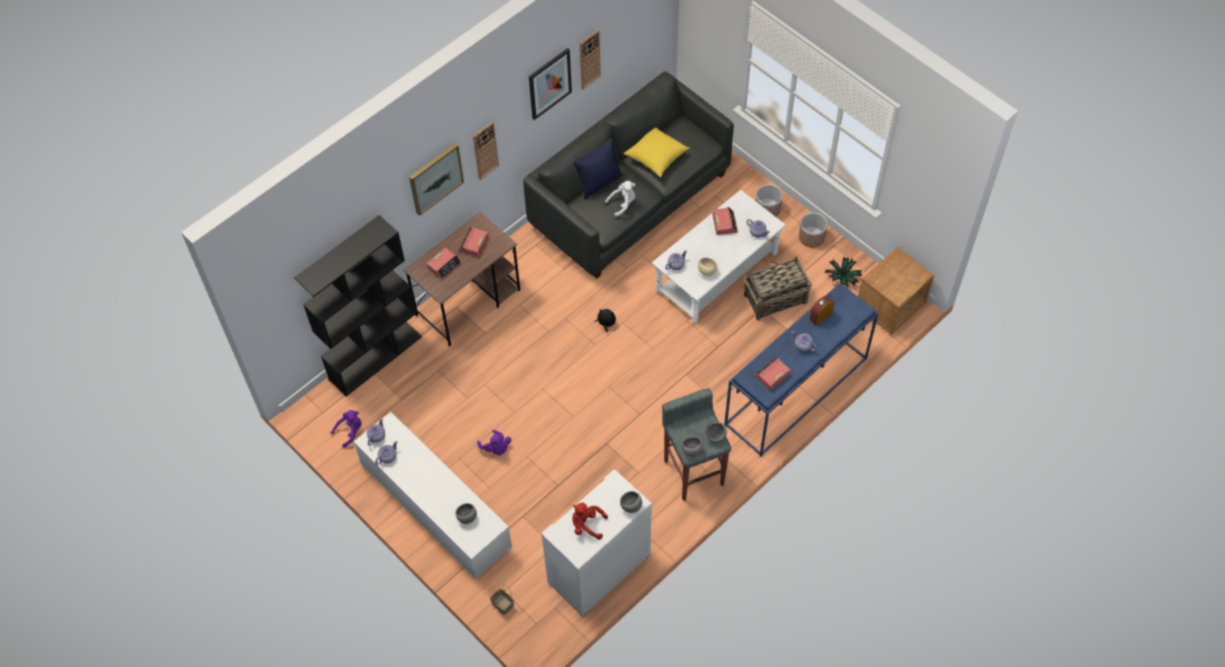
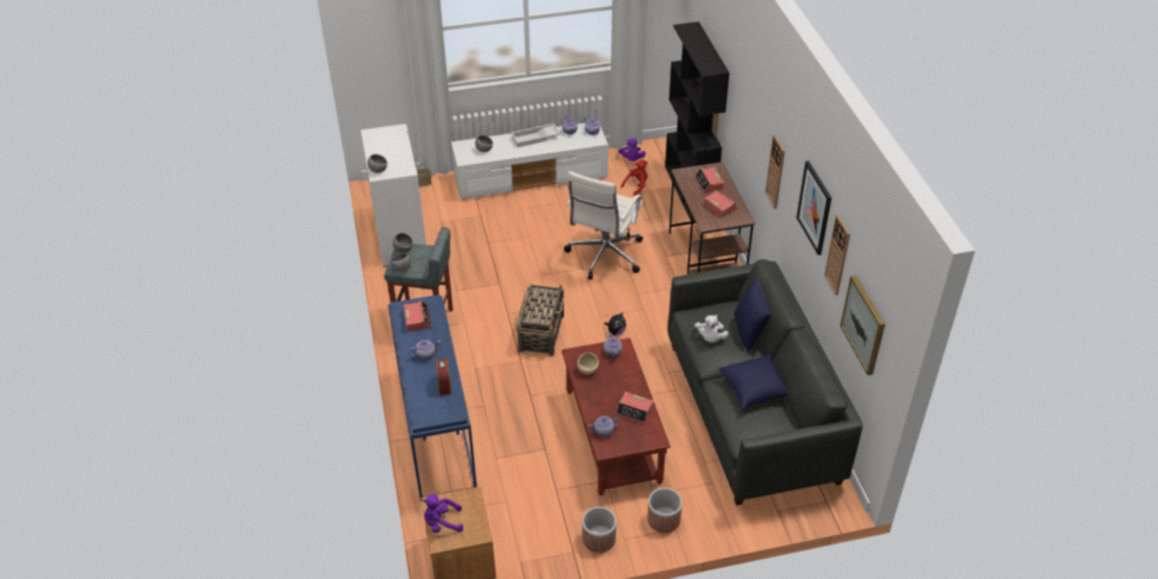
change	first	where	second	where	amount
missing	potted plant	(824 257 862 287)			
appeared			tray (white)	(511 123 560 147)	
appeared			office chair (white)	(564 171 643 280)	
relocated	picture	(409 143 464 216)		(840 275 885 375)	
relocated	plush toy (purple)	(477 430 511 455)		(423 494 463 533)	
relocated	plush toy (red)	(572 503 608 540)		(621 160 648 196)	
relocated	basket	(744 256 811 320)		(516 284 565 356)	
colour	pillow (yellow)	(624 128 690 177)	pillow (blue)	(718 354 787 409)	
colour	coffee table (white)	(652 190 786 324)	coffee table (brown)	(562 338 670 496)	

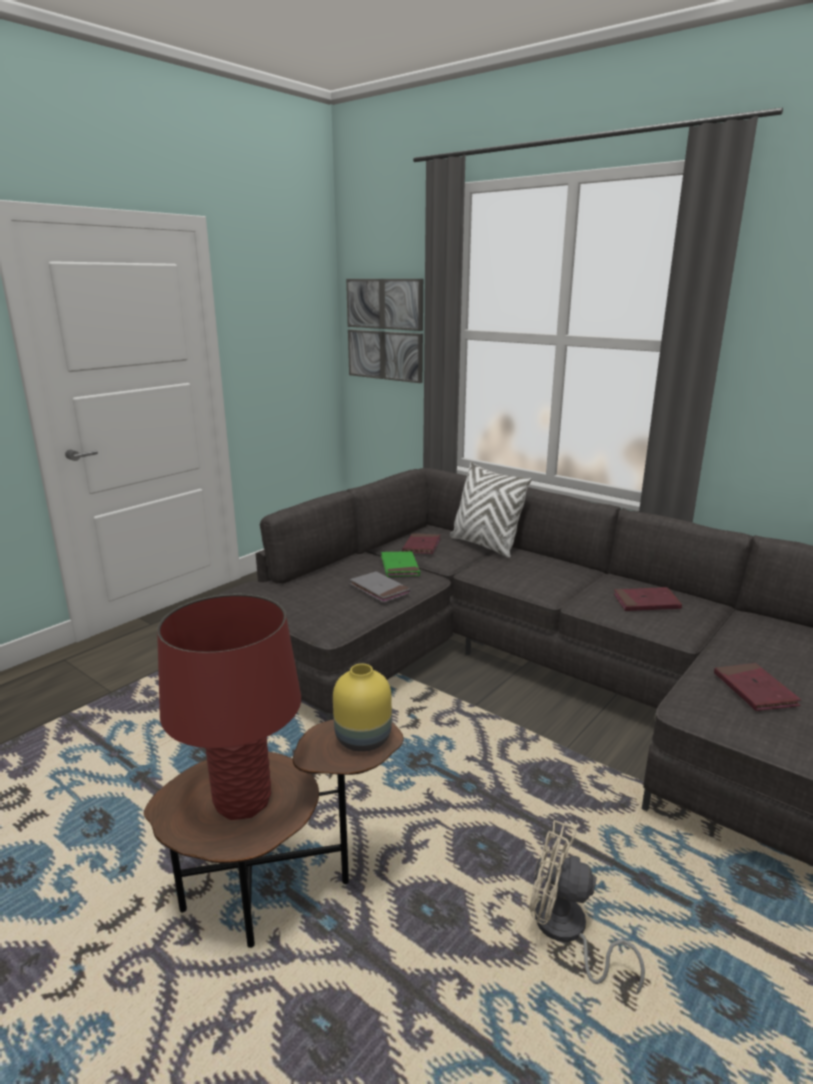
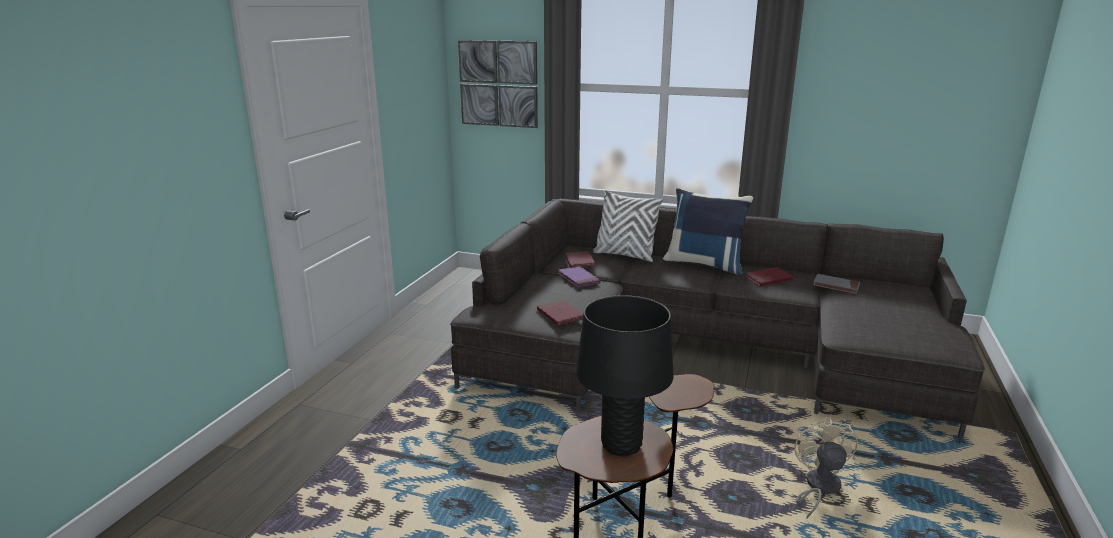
change	first	where	second	where	amount
missing	vase (yellow)	(333 664 392 752)			
appeared			pillow (blue)	(662 188 753 275)	
relocated	book (grey)	(350 571 411 603)		(813 274 860 294)	
relocated	book (red)	(714 663 801 711)		(537 300 583 326)	
colour	table lamp (red)	(157 594 301 820)	table lamp (black)	(576 295 673 457)	
colour	book (green)	(381 551 420 577)	book (purple)	(558 266 601 288)	
spun	fan (beige)	(529 820 645 994)		(795 417 858 519)	90 degrees clockwise

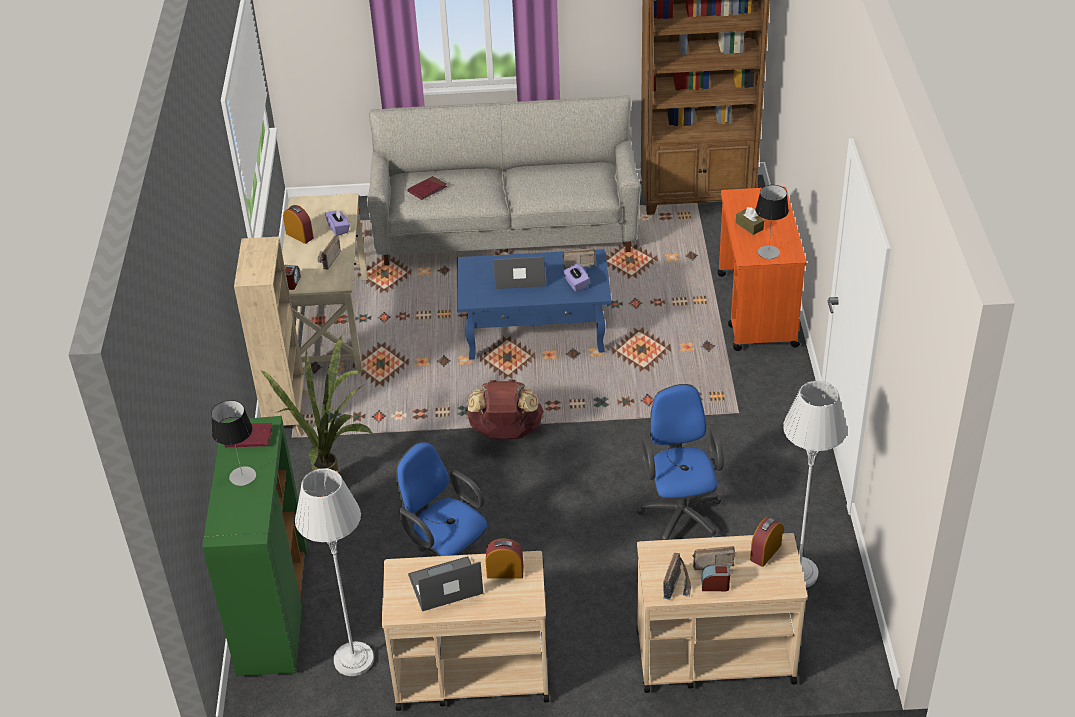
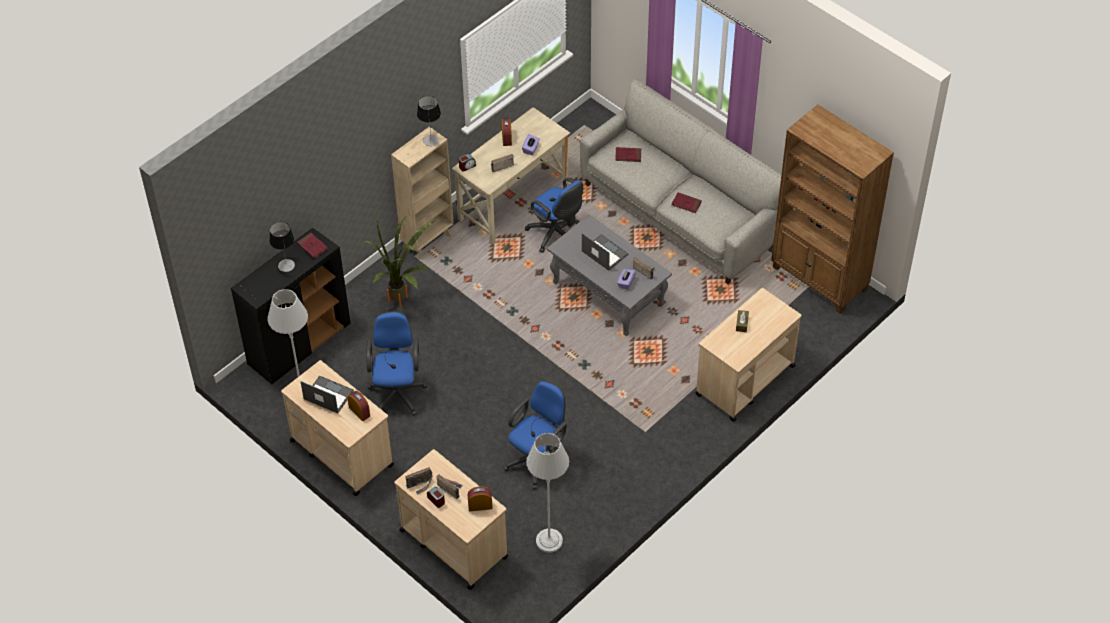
change	first	where	second	where	amount
missing	backpack (brown)	(467 379 544 439)			
appeared			office chair (blue)	(525 178 583 253)	
appeared			book (red)	(672 192 702 213)	
relocated	table lamp	(756 185 789 259)		(417 96 441 146)	
colour	cabinet (green)	(202 416 307 676)	cabinet (black)	(231 228 351 384)	
colour	coffee table (blue)	(457 249 611 360)	coffee table (grey)	(547 214 672 336)	
colour	cart (orange)	(718 187 806 351)	cart (beige)	(696 288 802 422)	

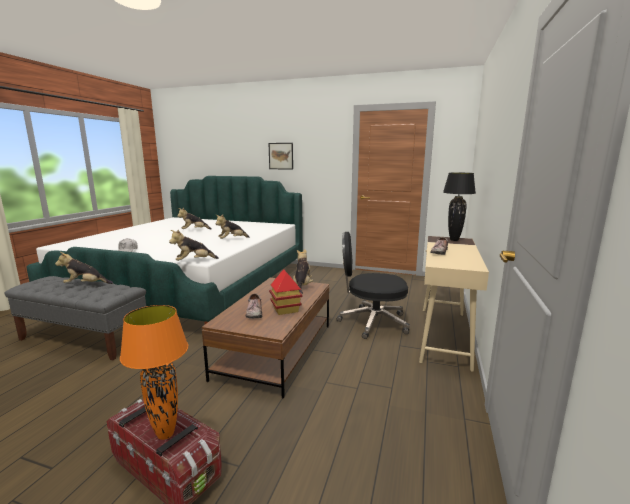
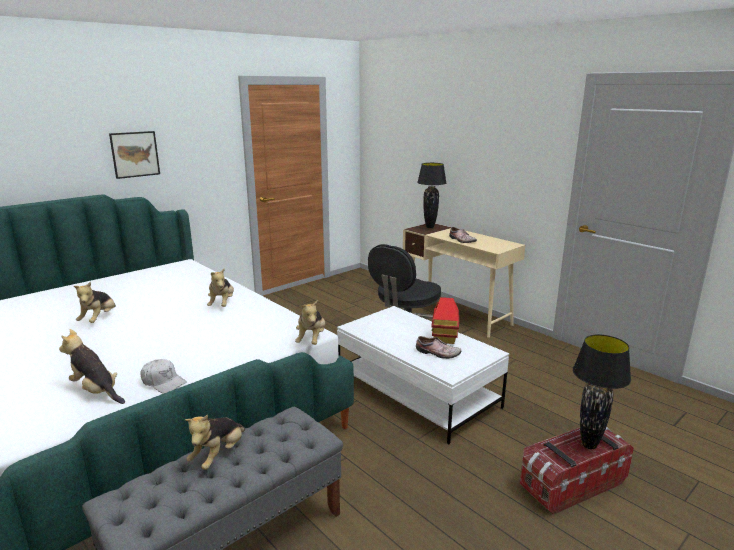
change	first	where	second	where	amount
relocated	plush toy	(293 249 313 294)		(59 329 125 404)	
colour	table lamp (orange)	(120 305 188 440)	table lamp (black)	(573 334 631 449)	
colour	coffee table (brown)	(202 278 329 398)	coffee table (white)	(337 306 509 444)	

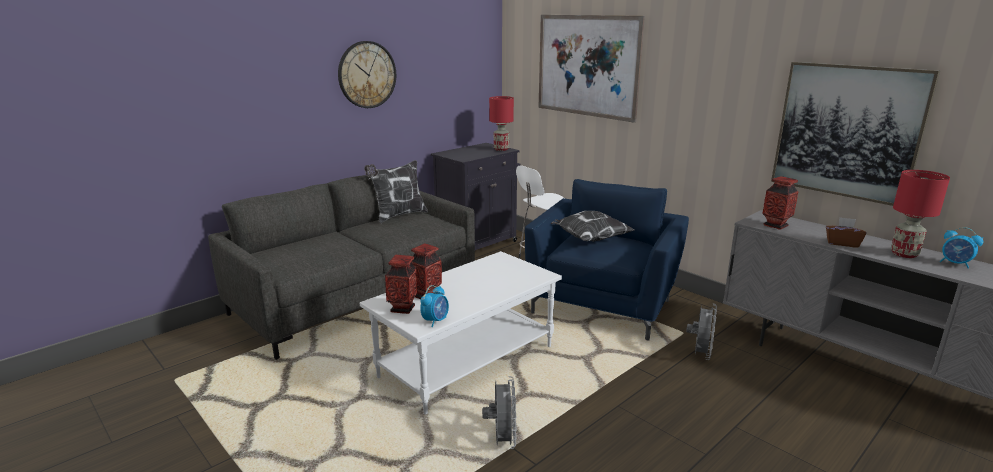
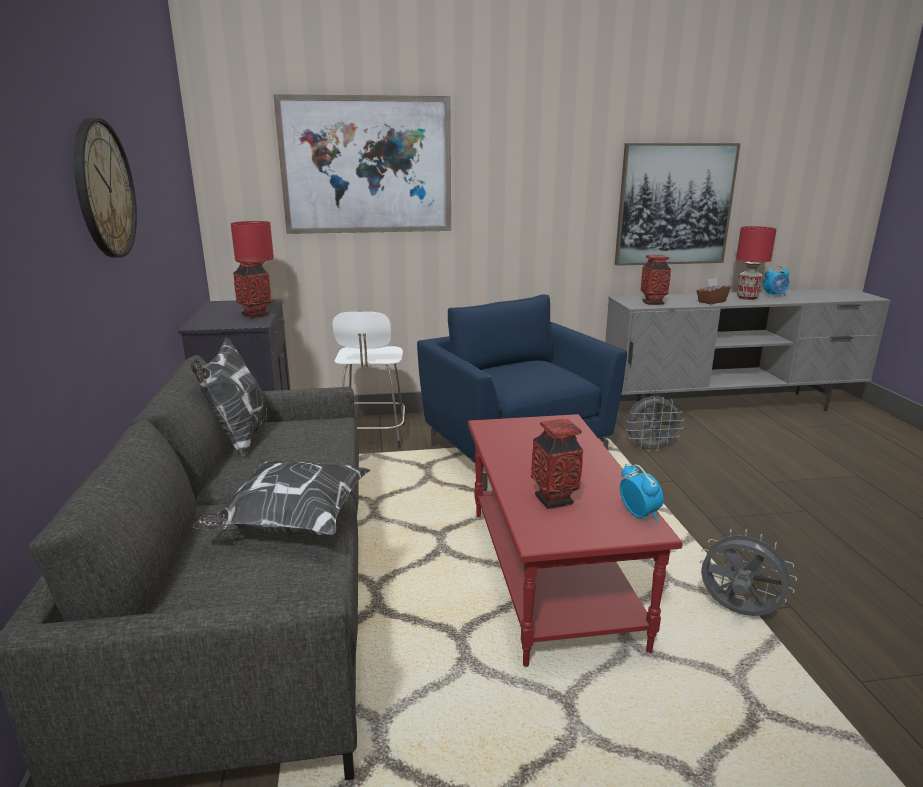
change	first	where	second	where	amount
relocated	vase	(385 255 417 314)		(233 257 271 318)	
relocated	pillow	(550 211 634 242)		(193 460 370 535)	
colour	coffee table (white)	(360 251 562 414)	coffee table (red)	(468 414 683 667)	
spun	fan (grey)	(686 304 717 360)		(626 396 685 451)	120 degrees clockwise

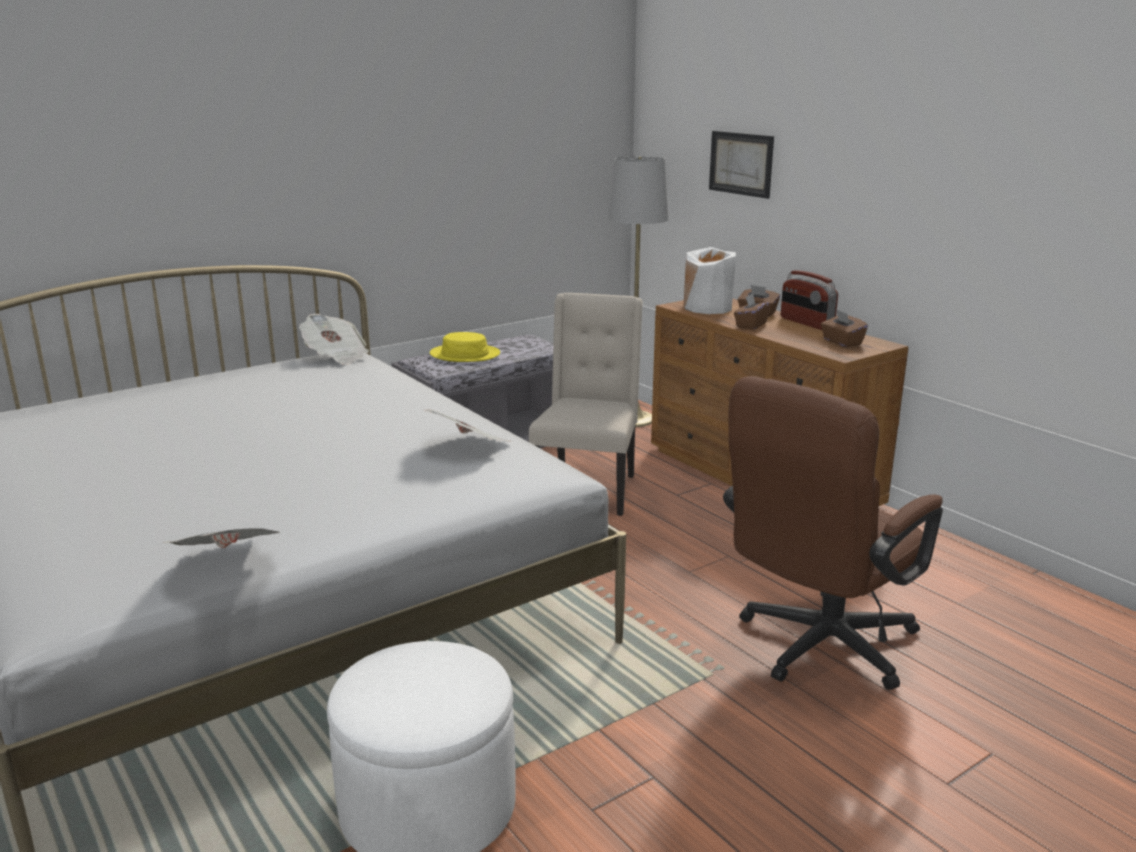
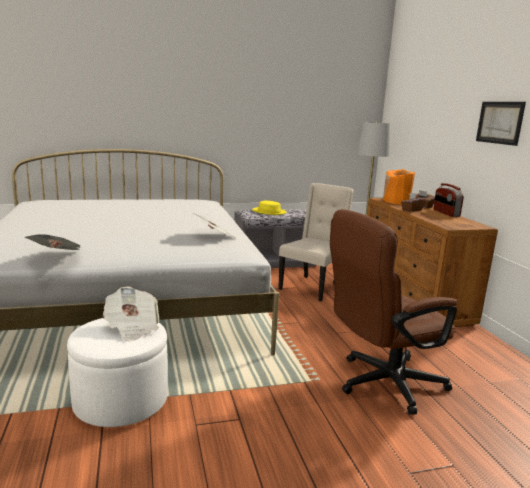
change	first	where	second	where	amount
missing	tissue box (brown)	(821 309 868 347)			
relocated	newspaper	(299 314 369 365)		(103 287 159 342)	
relocated	picture	(709 131 774 199)		(476 102 526 146)	
colour	vase (white)	(684 247 736 314)	vase (orange)	(383 169 415 205)	

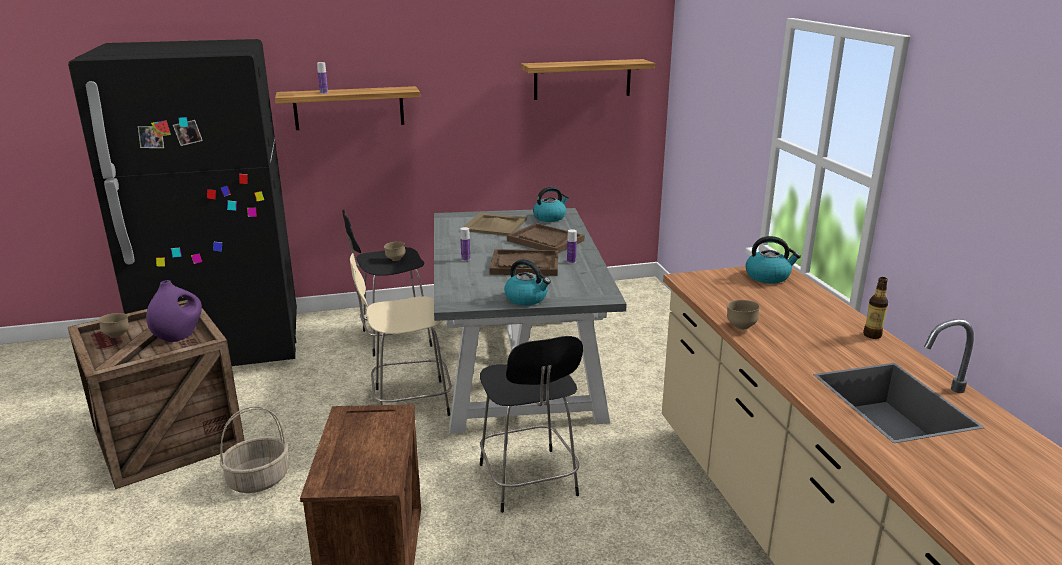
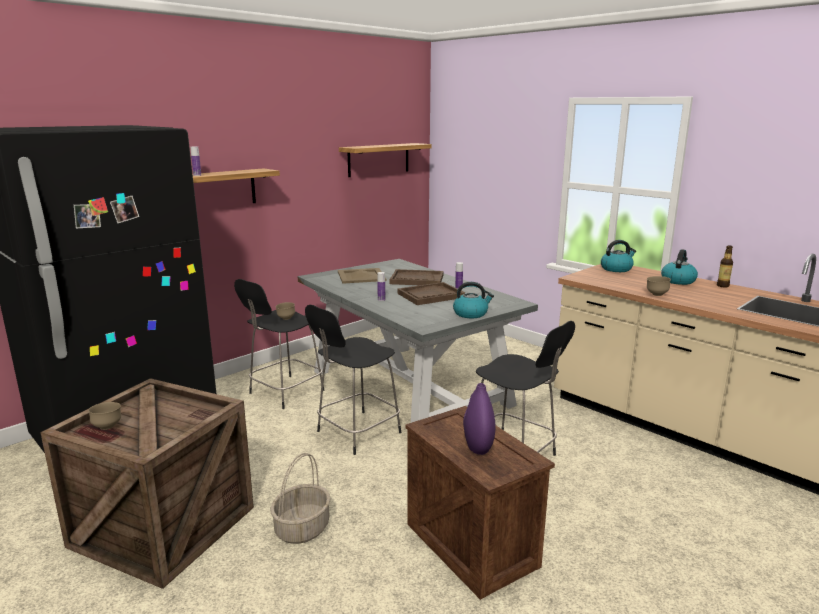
change	first	where	second	where	amount
relocated	vase (purple)	(146 280 202 342)		(463 383 495 455)	
relocated	kettle	(533 187 569 222)		(661 249 698 285)	
colour	stool (beige)	(350 253 452 416)	stool (black)	(305 305 401 455)	

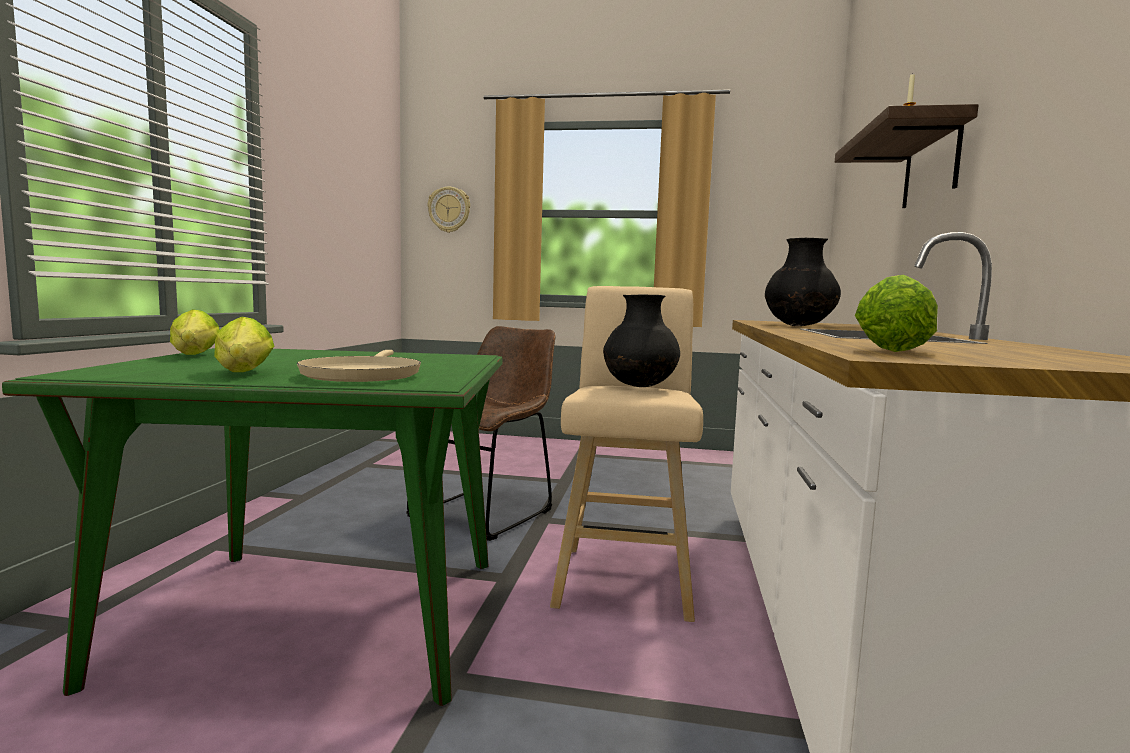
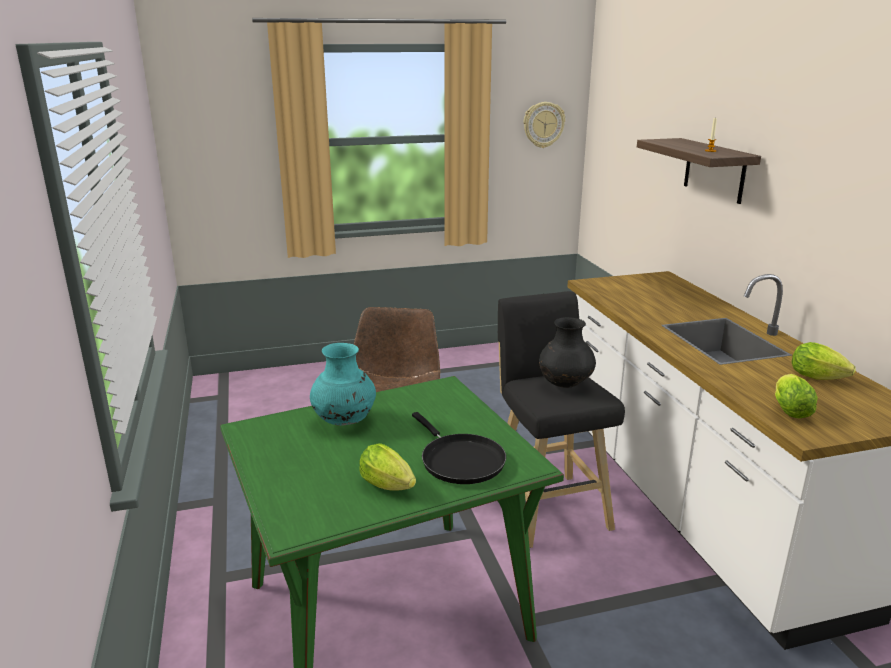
change	first	where	second	where	amount
missing	vase (black)	(765 238 841 326)			
appeared			vase (turquoise)	(310 343 376 426)	
relocated	lettuce	(170 309 220 355)		(792 342 856 380)	
relocated	wall clock	(428 187 470 233)		(524 102 565 148)	
colour	frying pan (beige)	(297 350 421 382)	frying pan (black)	(412 412 506 484)	
colour	stool (beige)	(550 286 703 622)	stool (black)	(498 291 625 548)	

